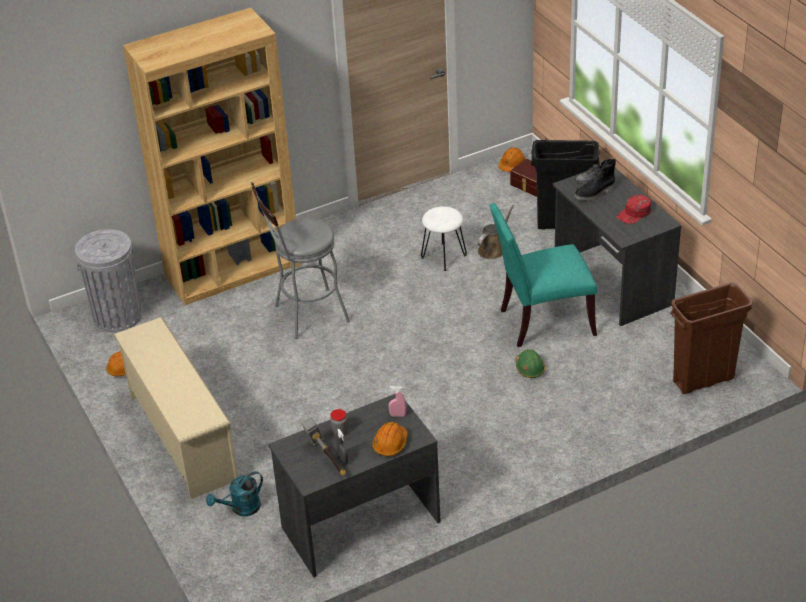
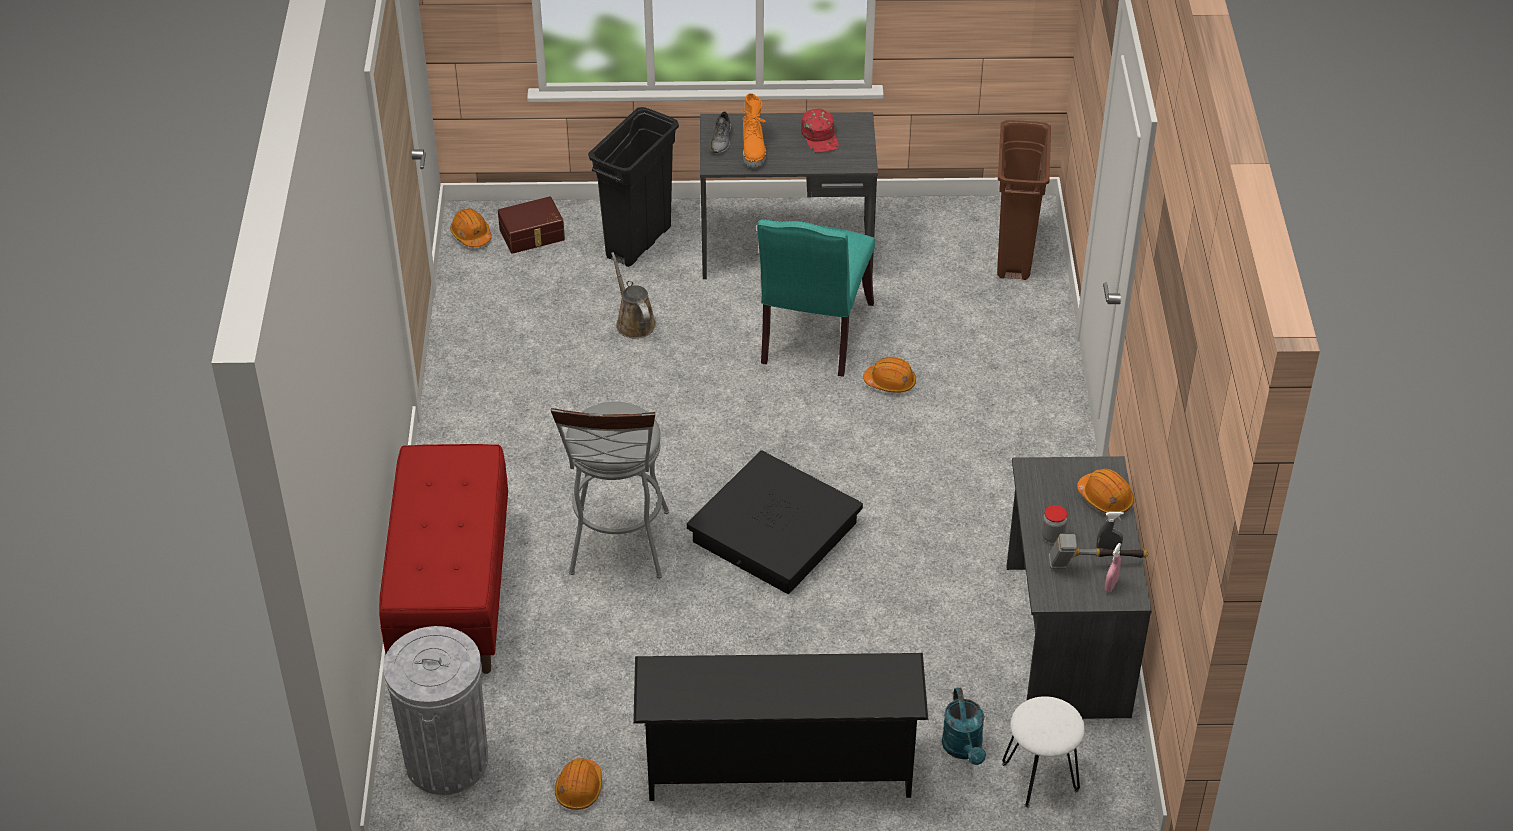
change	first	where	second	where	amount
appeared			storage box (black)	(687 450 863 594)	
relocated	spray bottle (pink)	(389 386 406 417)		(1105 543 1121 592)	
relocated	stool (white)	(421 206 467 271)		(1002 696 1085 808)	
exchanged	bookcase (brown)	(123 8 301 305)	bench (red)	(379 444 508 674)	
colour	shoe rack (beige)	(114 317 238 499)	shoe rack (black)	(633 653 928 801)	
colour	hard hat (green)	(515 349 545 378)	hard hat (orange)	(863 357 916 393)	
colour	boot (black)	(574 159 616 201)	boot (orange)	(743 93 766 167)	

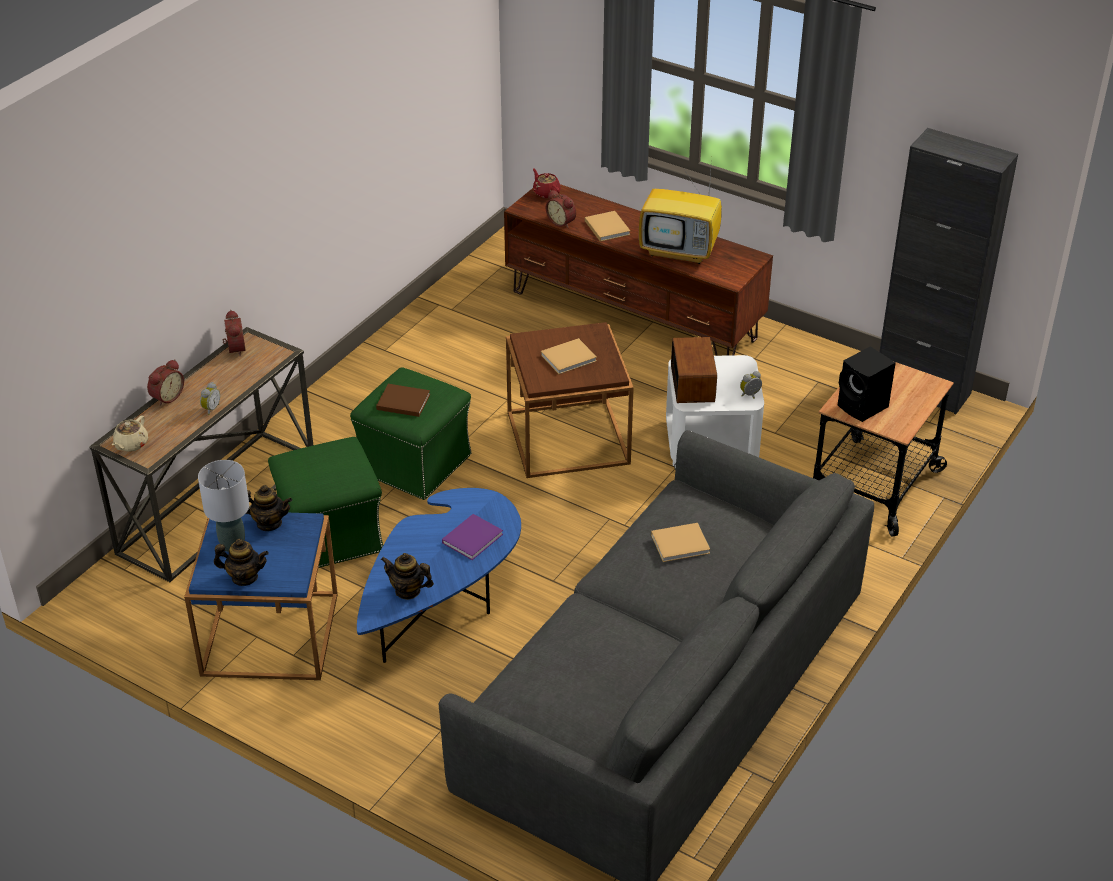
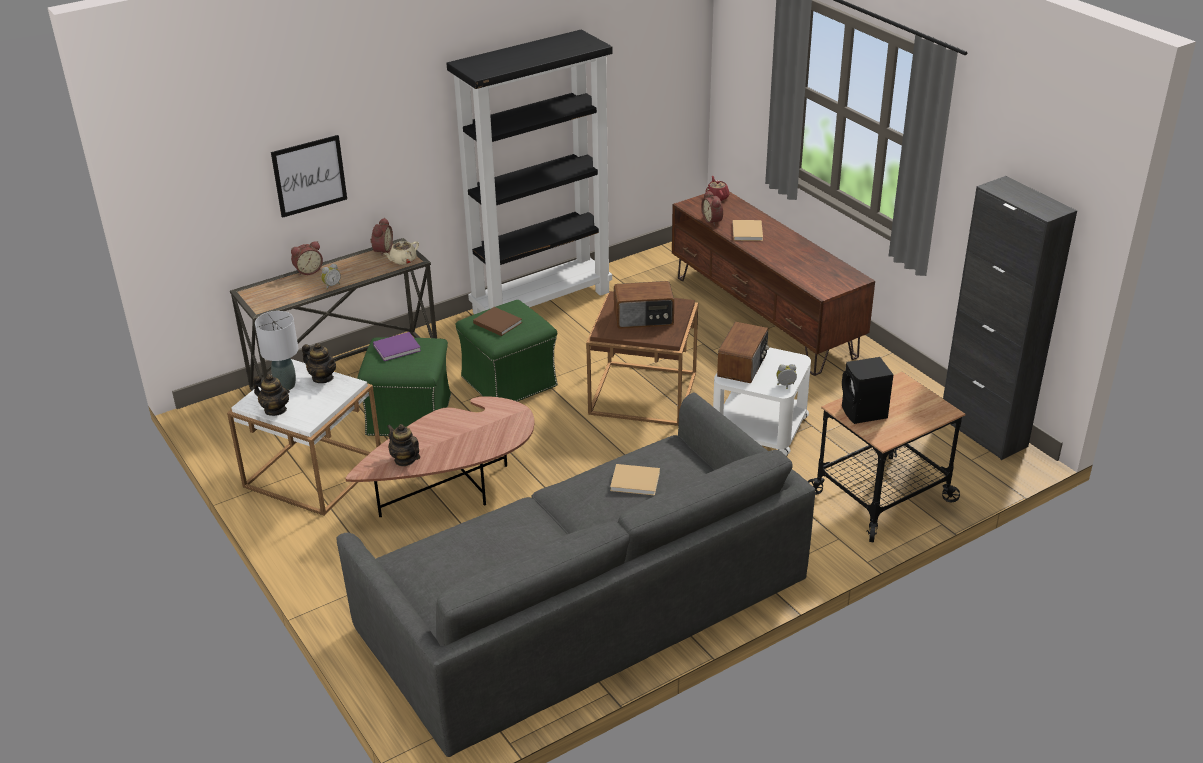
change	first	where	second	where	amount
missing	television	(639 158 722 264)			
appeared			picture	(271 135 347 218)	
appeared			bookcase (black)	(446 30 612 314)	
relocated	teapot (beige)	(112 415 148 452)		(384 241 419 265)	
relocated	book (purple)	(442 514 503 560)		(373 332 421 361)	
exchanged	book (beige)	(541 338 597 374)	radio	(614 281 674 329)	
colour	side table (blue)	(184 513 338 680)	side table (white)	(227 359 381 515)	
colour	coffee table (blue)	(357 488 521 663)	coffee table (brown)	(345 396 534 517)	

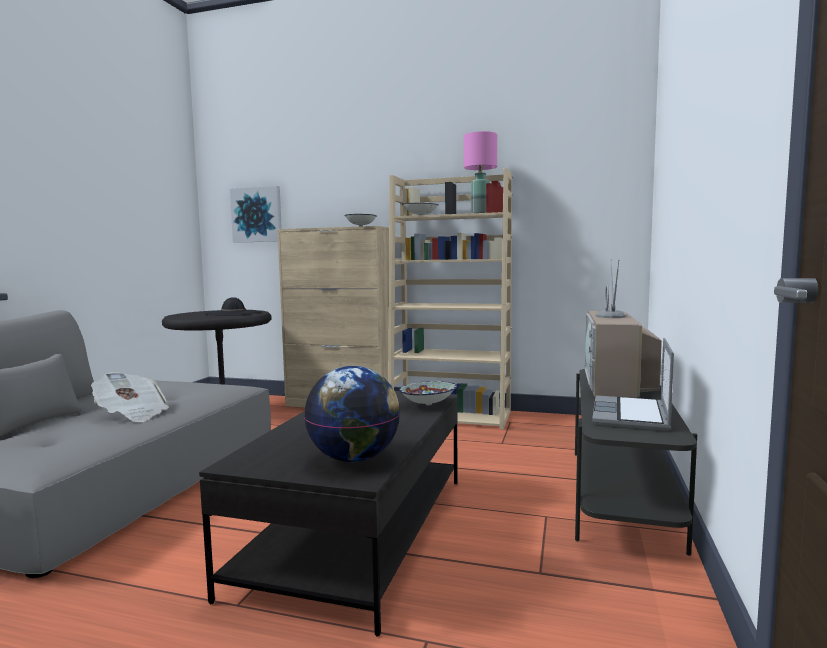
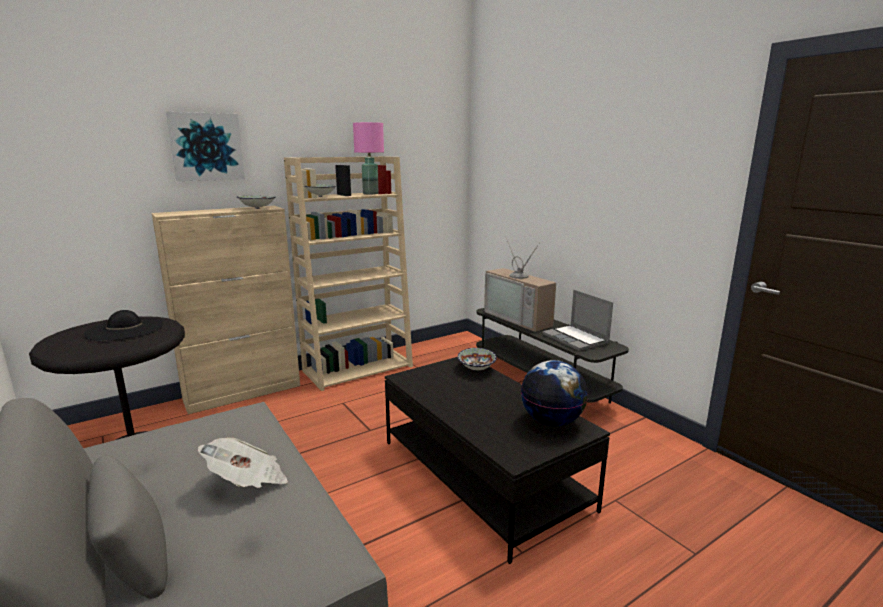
change	first	where	second	where	amount
relocated	picture	(230 186 282 243)		(166 112 245 181)	

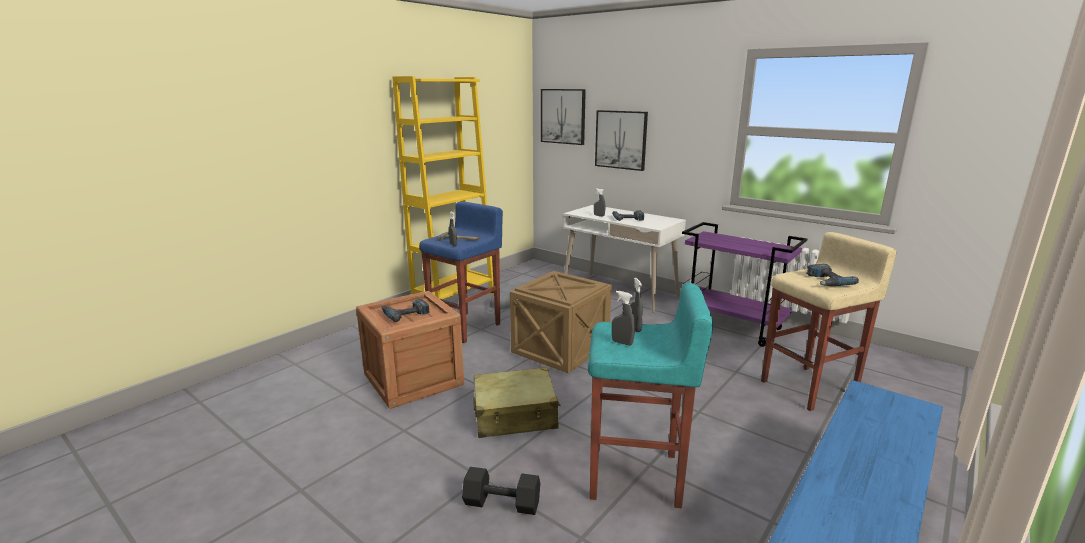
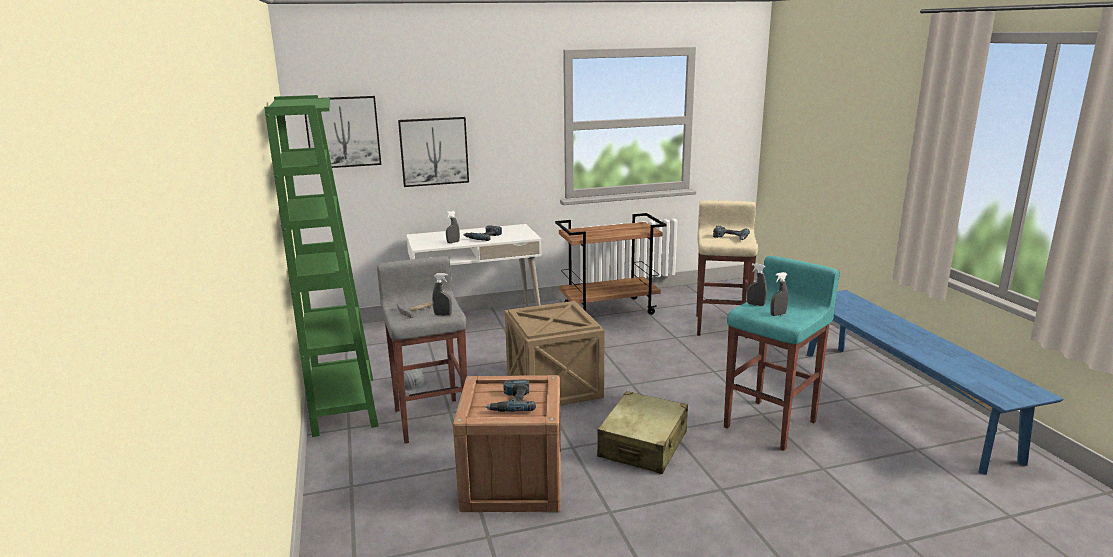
change	first	where	second	where	amount
missing	dumbbell (black)	(462 467 540 515)			
colour	bookcase (yellow)	(392 76 494 299)	bookcase (green)	(264 95 379 437)	
colour	stool (blue)	(419 202 503 343)	stool (grey)	(377 256 467 443)	
colour	cart (purple)	(682 222 807 347)	cart (brown)	(555 213 666 315)	

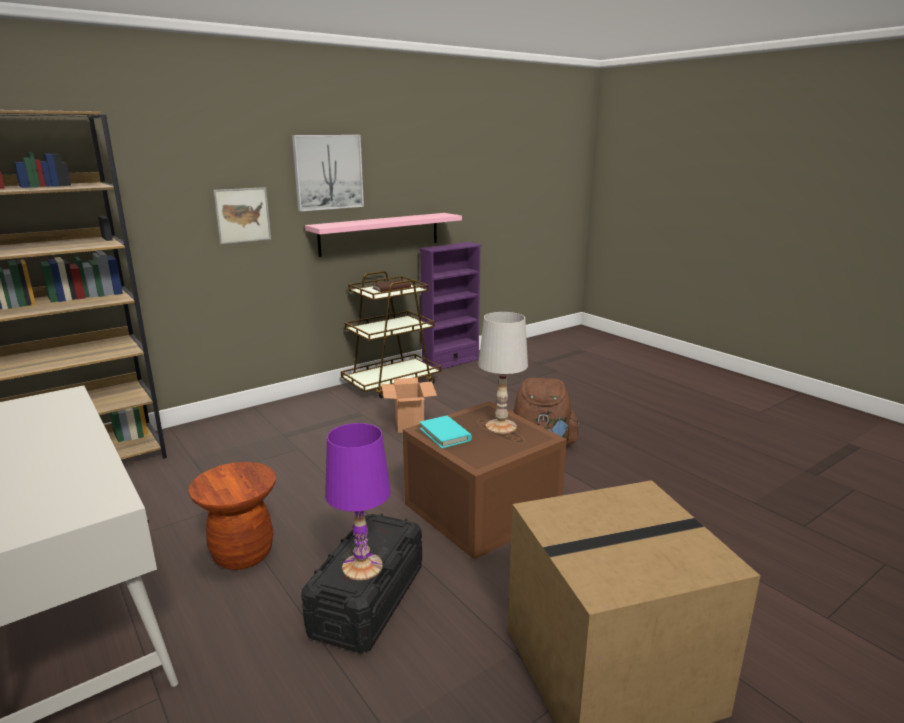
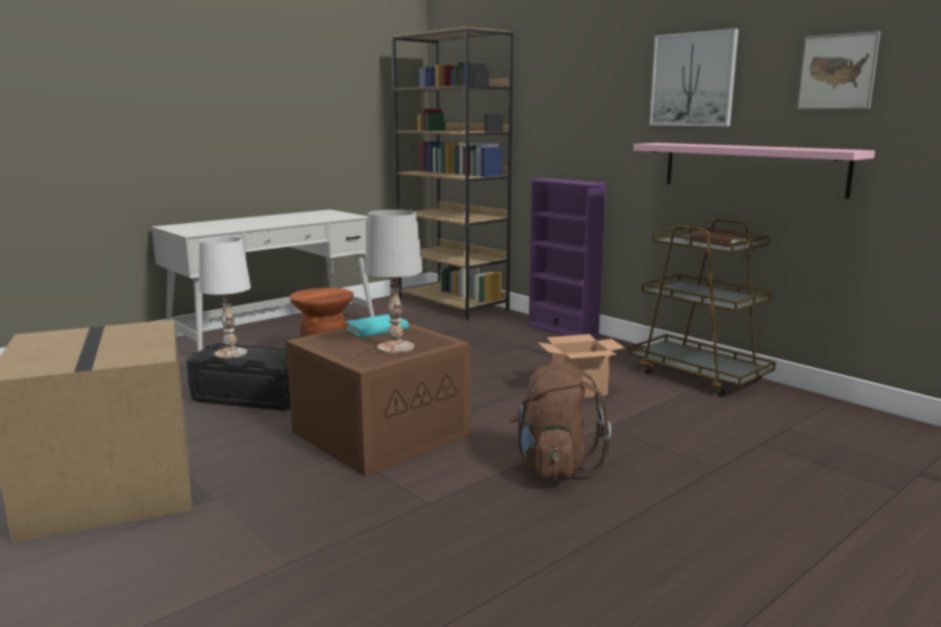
change	first	where	second	where	amount
relocated	picture	(213 187 271 244)		(797 31 881 109)	
relocated	bookcase (purple)	(419 242 482 369)		(527 178 607 338)	
colour	table lamp (purple)	(325 423 391 580)	table lamp (white)	(199 237 251 359)	

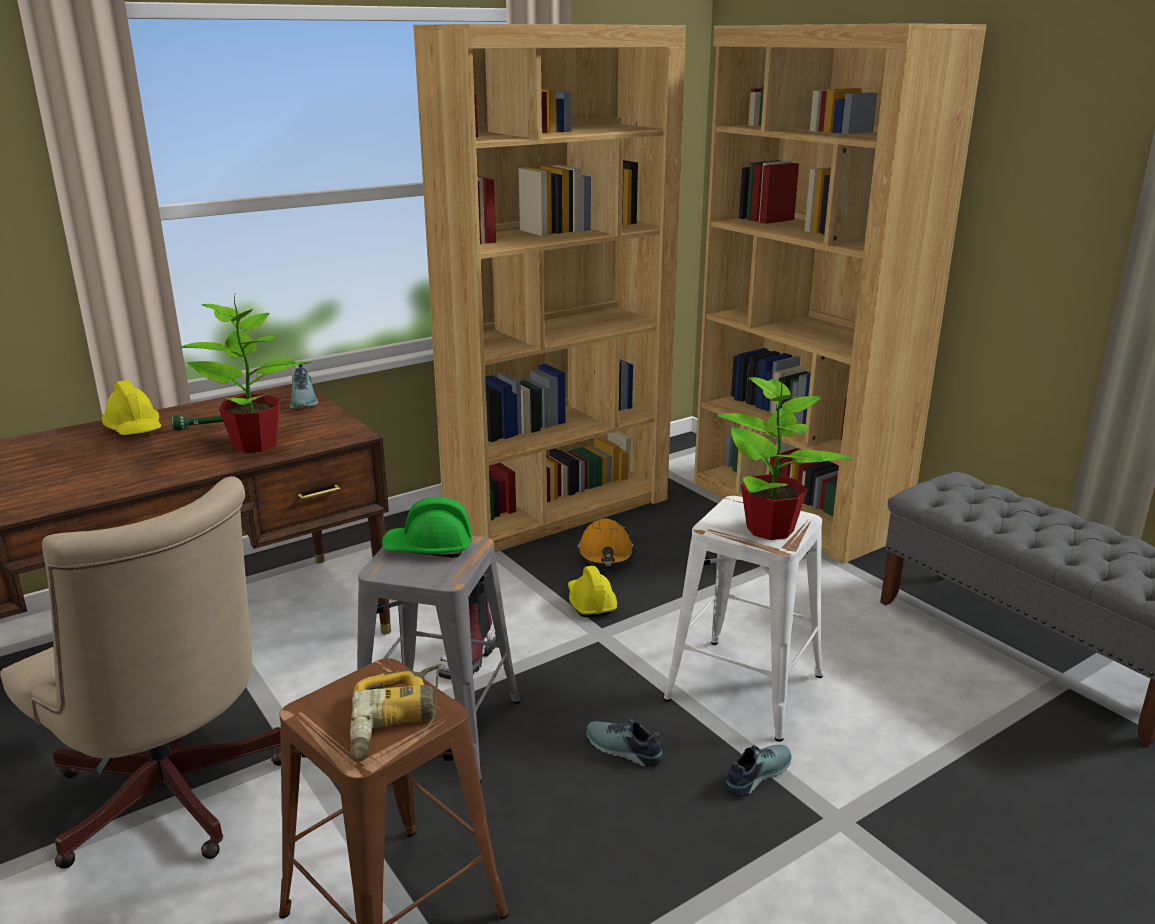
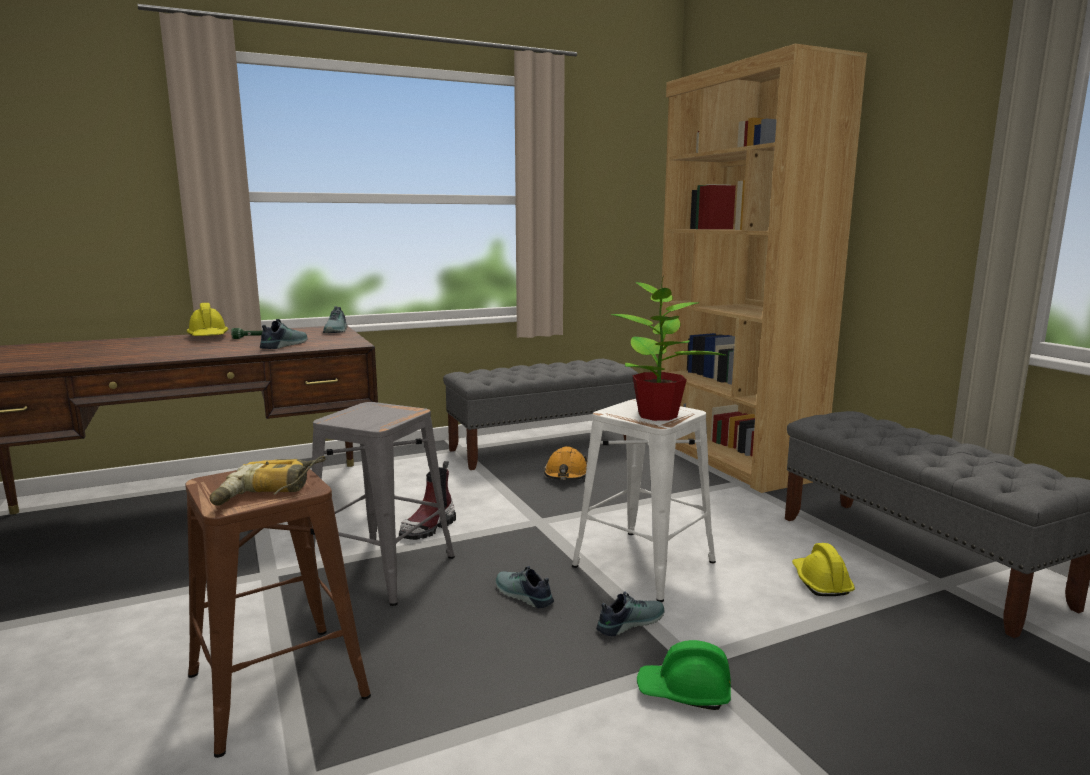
change	first	where	second	where	amount
missing	office chair (beige)	(0 476 281 869)			
relocated	hard hat (green)	(382 497 472 558)		(637 640 731 710)	
relocated	hard hat (yellow)	(568 566 617 617)		(792 543 855 596)	
exchanged	potted plant	(180 295 311 453)	shoe	(260 319 308 349)	
exchanged	bookcase (brown)	(413 24 686 552)	bench (grey)	(443 359 639 470)	

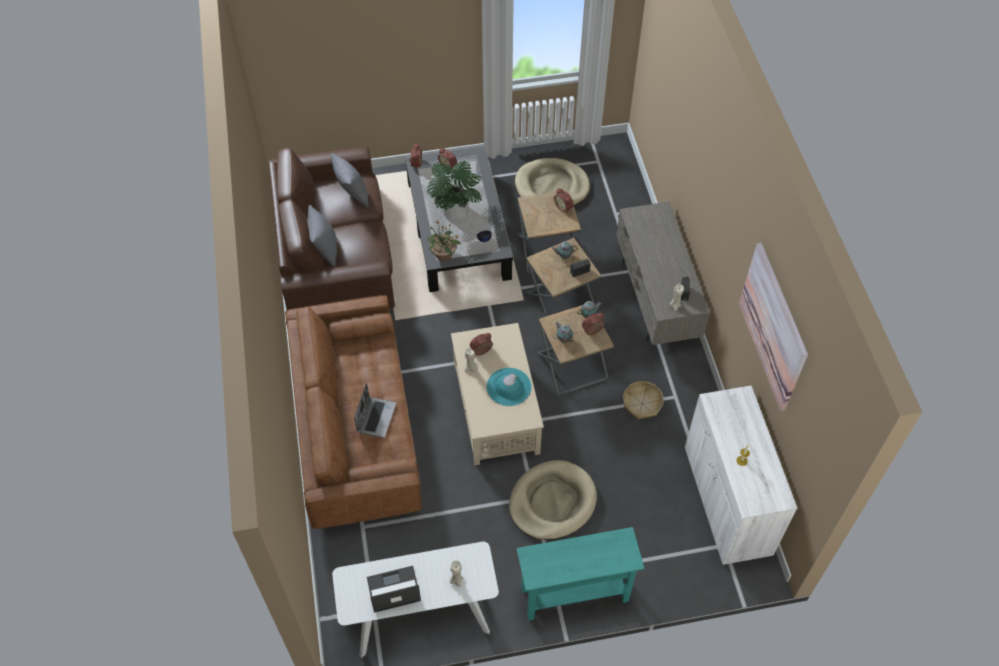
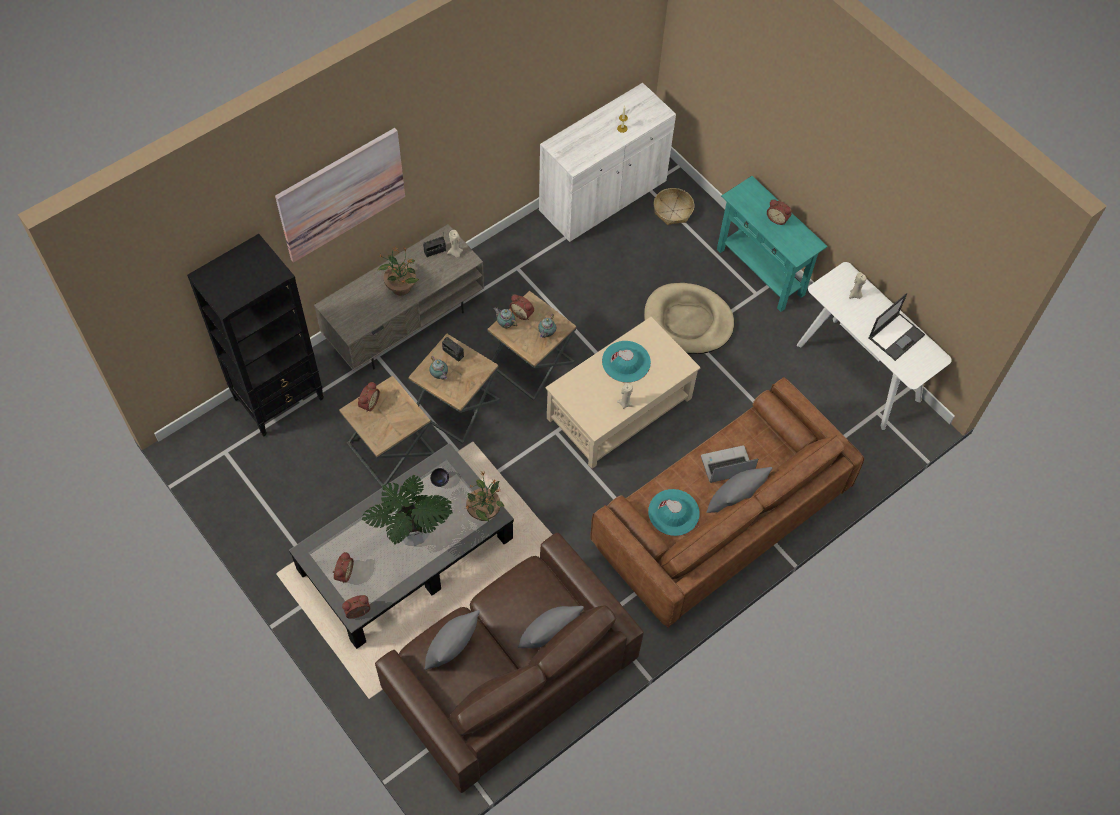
change	first	where	second	where	amount
missing	dog bed (beige)	(515 158 590 206)			
appeared			bookcase (black)	(187 234 324 437)	
appeared			potted plant	(377 247 419 296)	
appeared			hat (turquoise)	(648 489 700 536)	
appeared			pillow (grey)	(706 467 772 513)	
relocated	alarm clock	(470 333 493 355)		(767 199 792 225)	
relocated	basket	(623 381 664 419)		(654 188 694 225)	
relocated	picture	(739 243 808 411)		(275 128 405 263)	
spun	laptop	(367 566 421 613)		(868 293 925 361)	90 degrees counterclockwise

